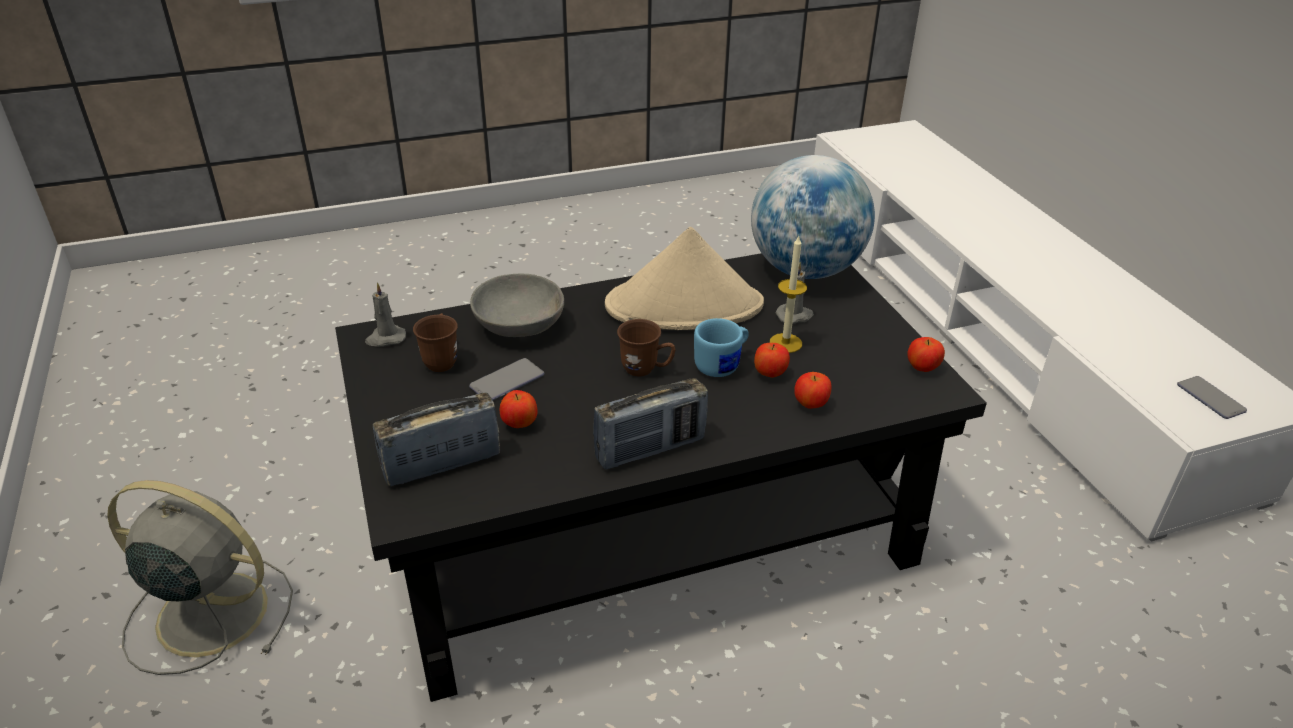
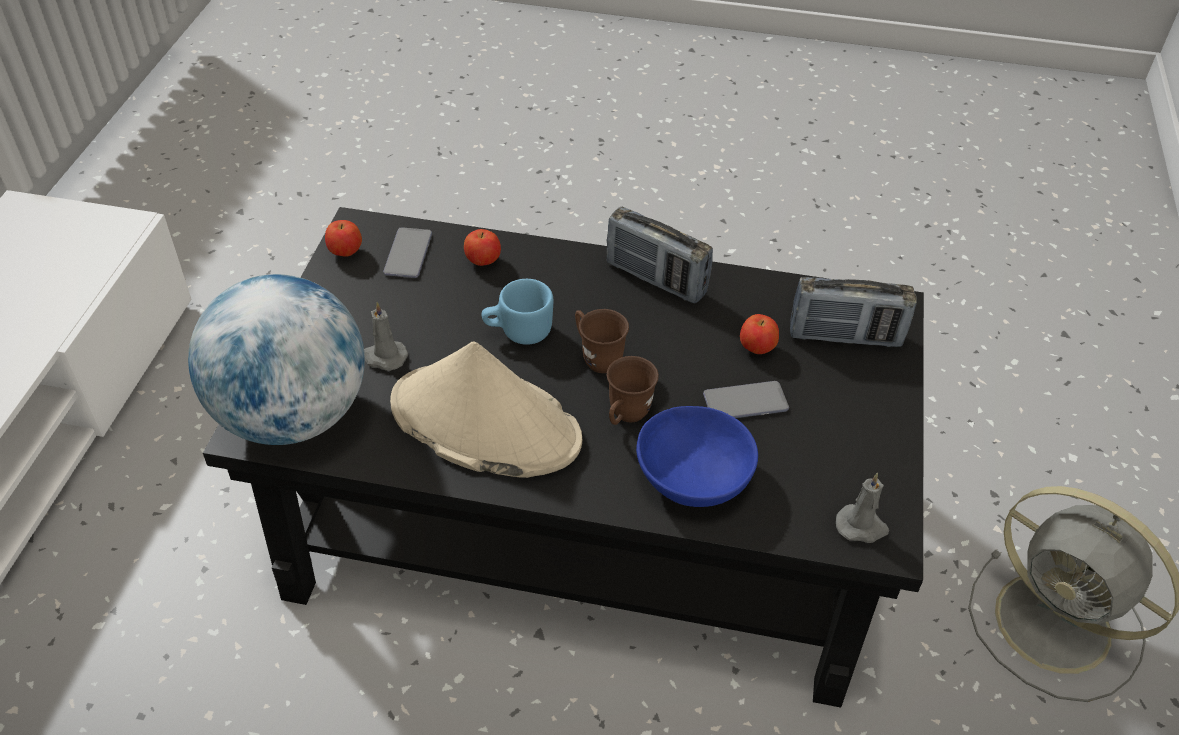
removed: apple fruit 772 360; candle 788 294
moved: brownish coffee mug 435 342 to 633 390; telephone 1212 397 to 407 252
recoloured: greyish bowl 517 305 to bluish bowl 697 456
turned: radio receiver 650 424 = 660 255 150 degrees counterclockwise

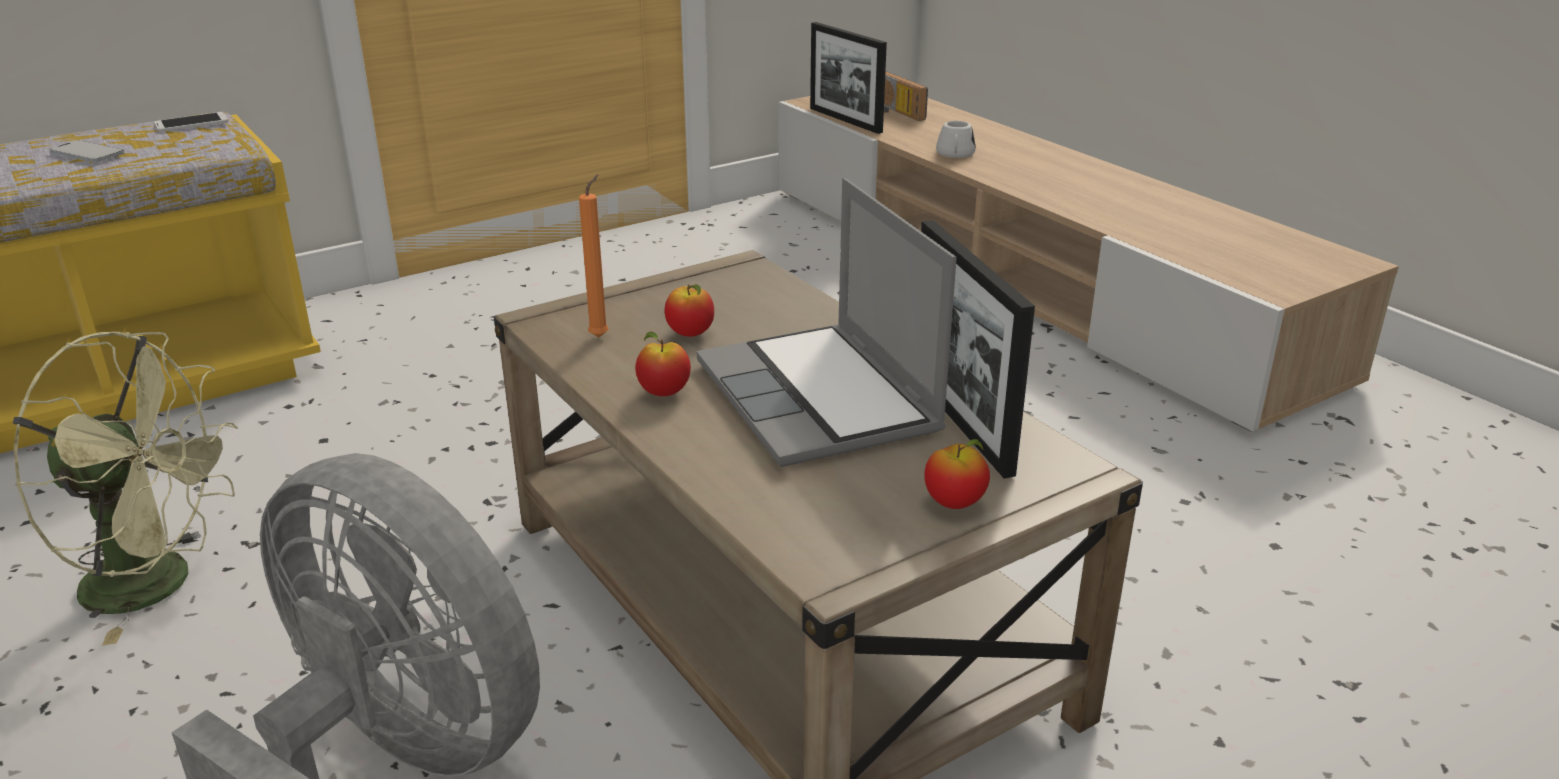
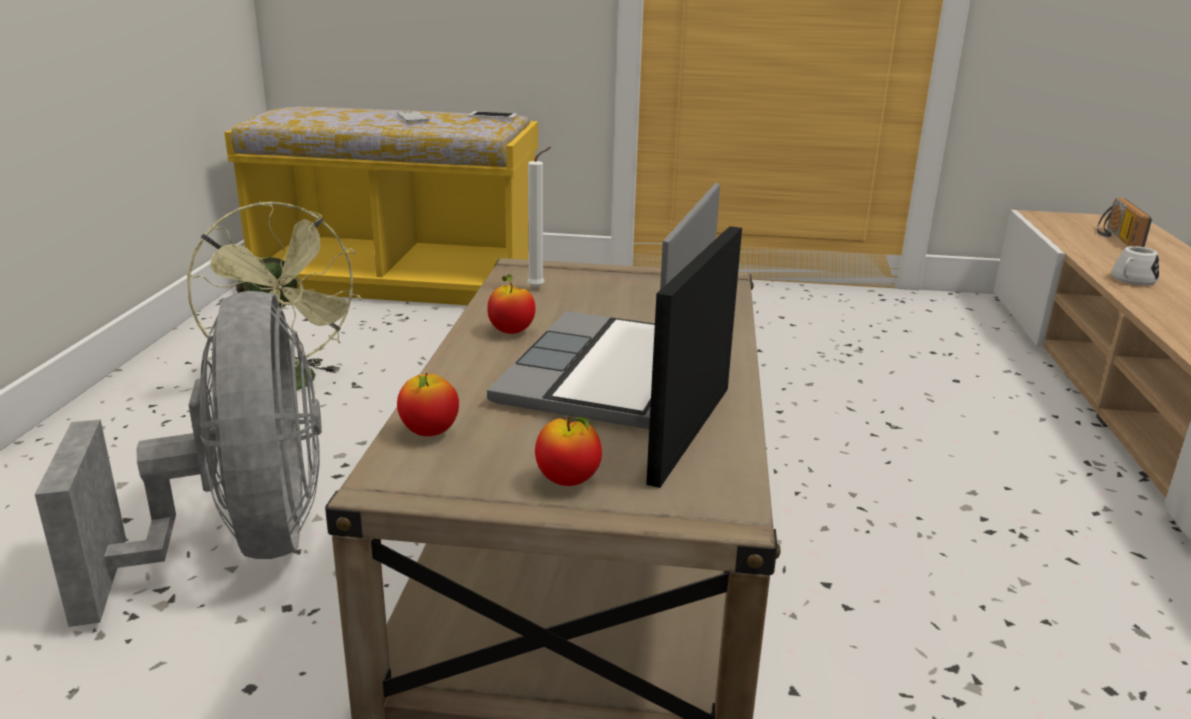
removed: photo frame 848 78
moved: apple fruit 689 310 to 428 404
recoloured: orange candle 593 255 to white-coloured candle 539 217

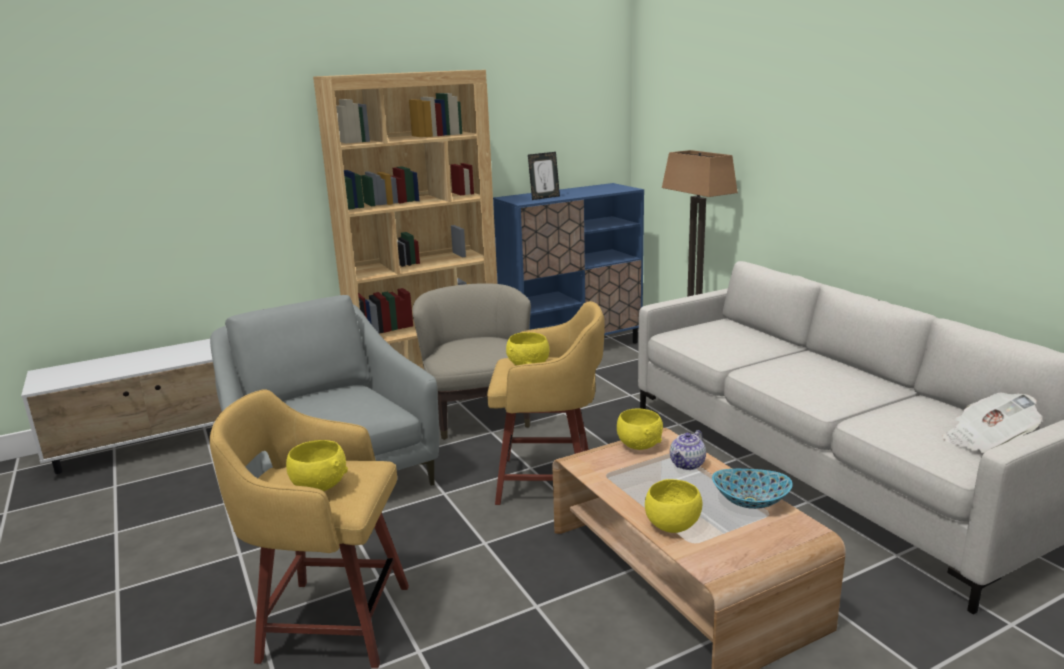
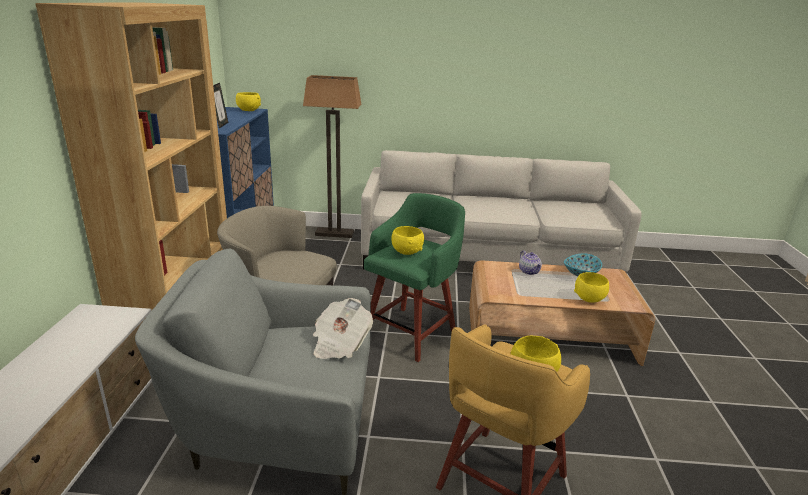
moved: yellow bowl 640 429 to 248 101; newspaper 992 422 to 343 328
recoloured: yellow sitting stool 546 403 to greenish sitting stool 414 277

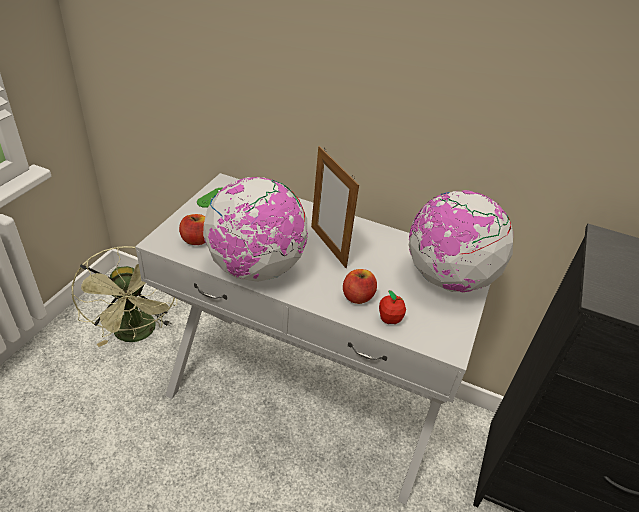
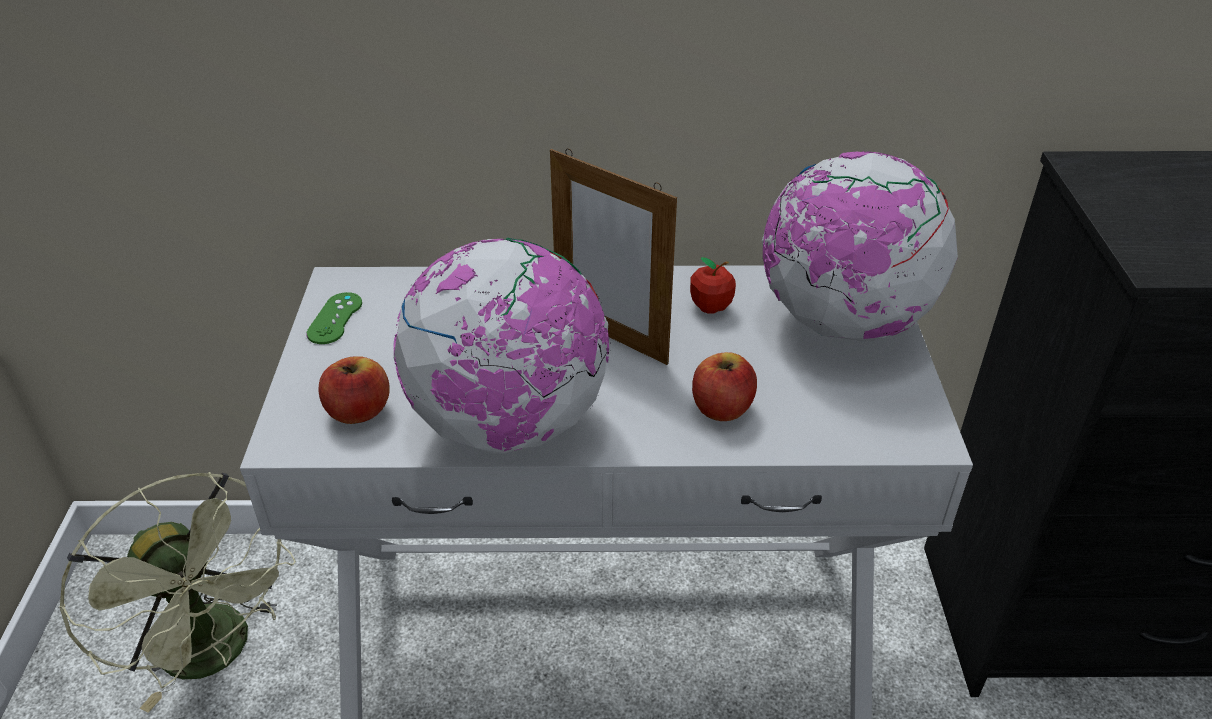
moved: apple fruit 392 307 to 713 285

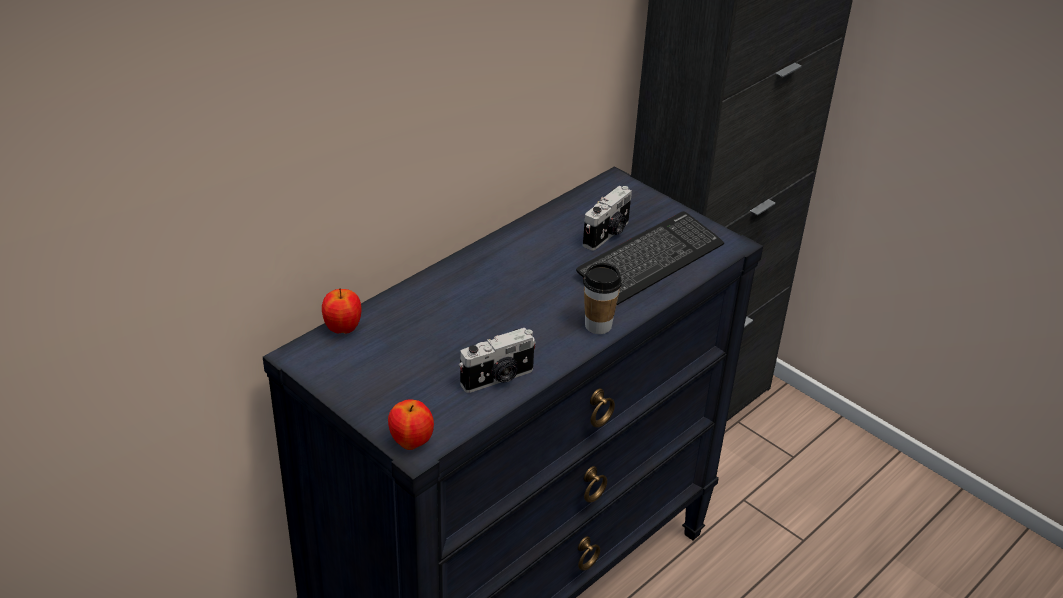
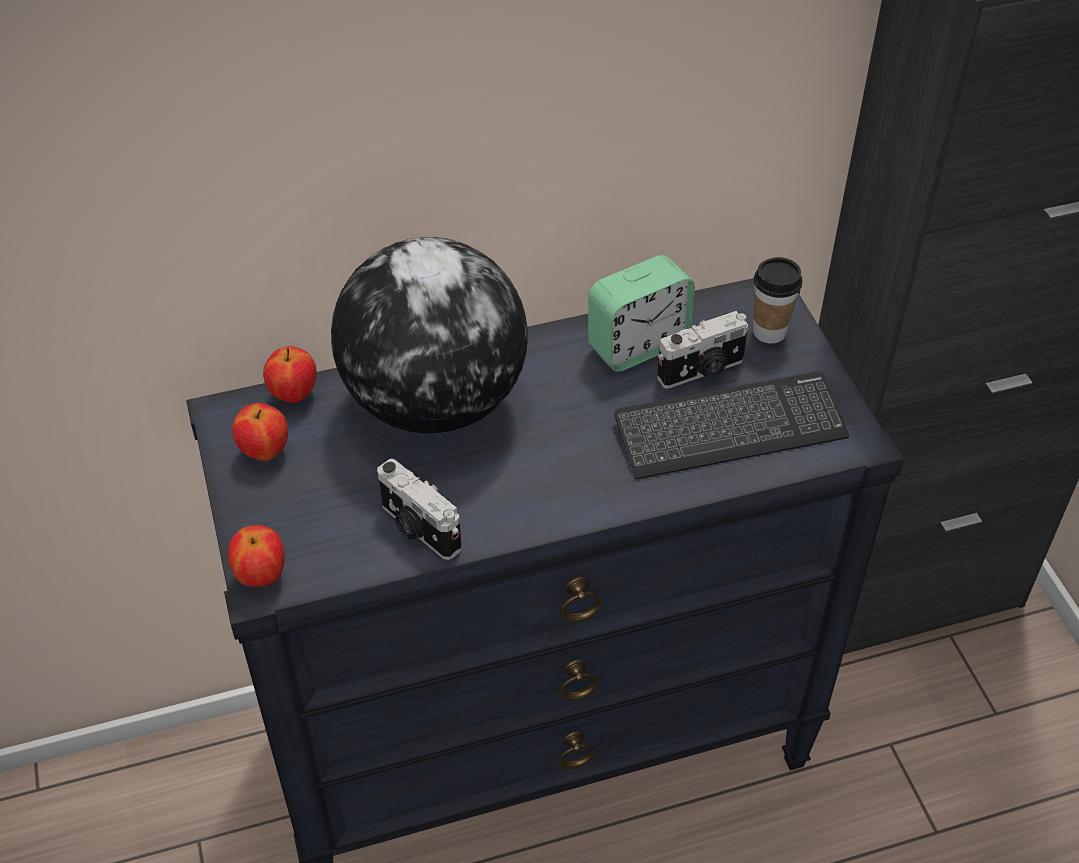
added: apple fruit 260 432; desk globe 429 335; alarm clock 641 313
moved: small cup 602 298 to 777 300
turned: still camera 497 360 = 419 509 45 degrees clockwise

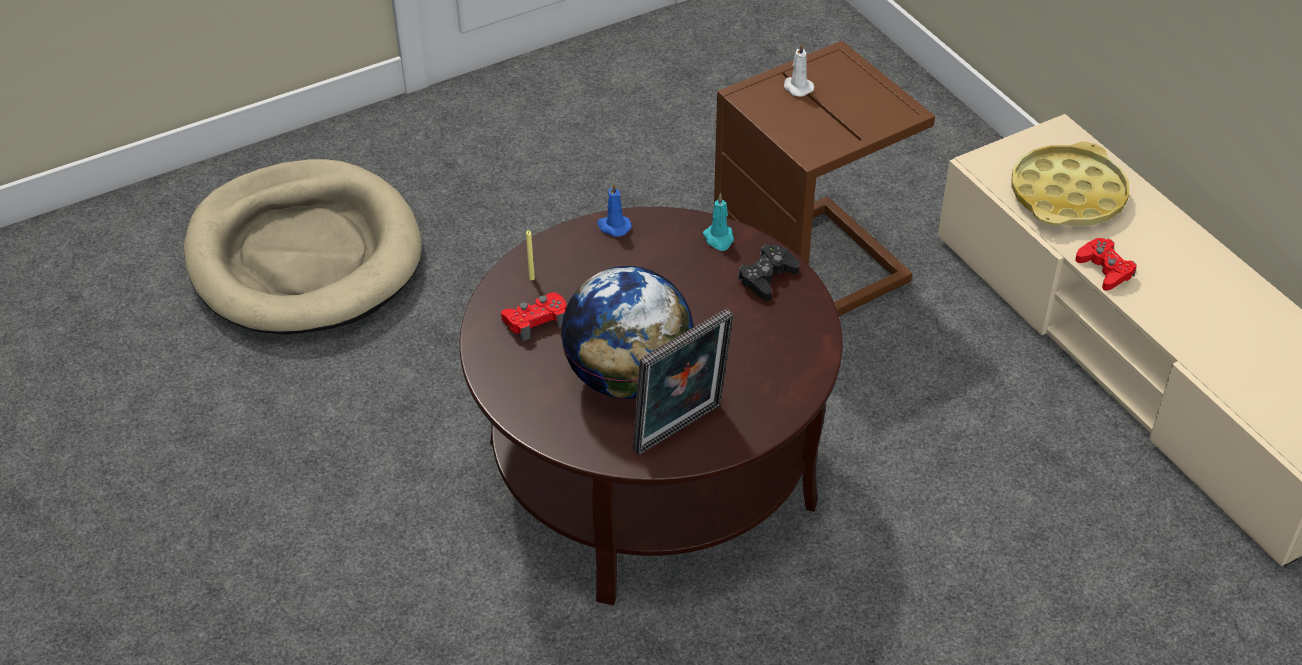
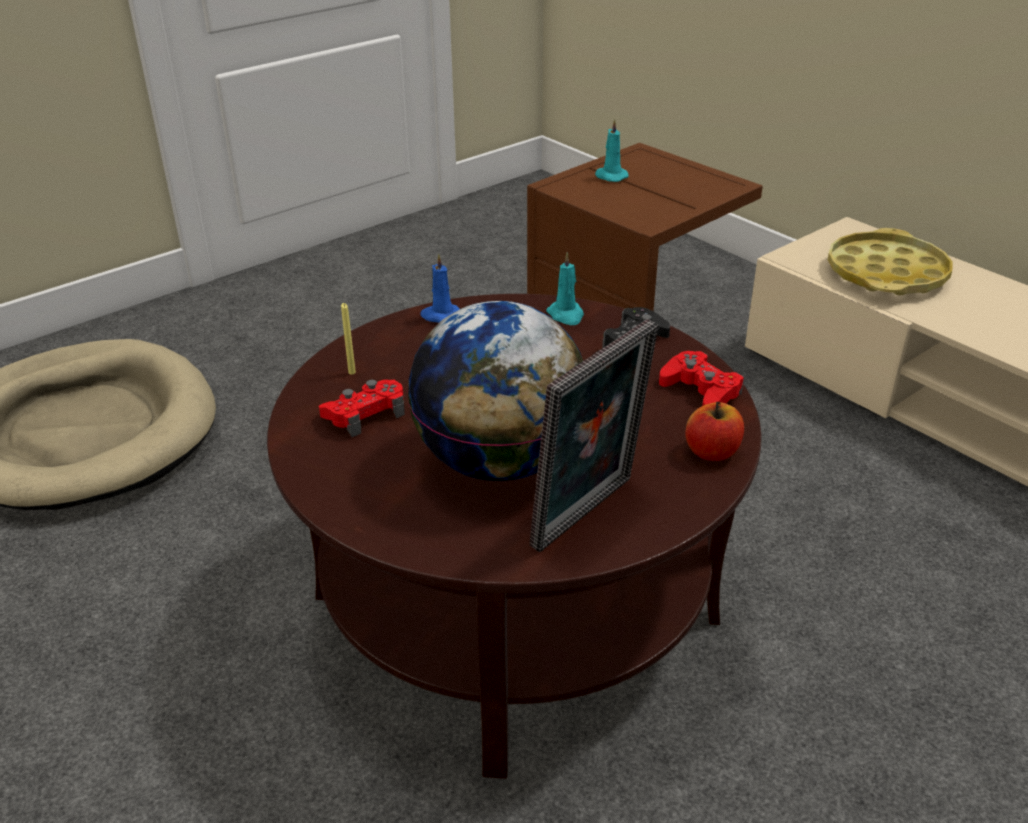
added: apple fruit 715 431
moved: red gamepad 1106 264 to 701 378
recoloured: white-coloured candle 799 69 to turquoise candle 612 150

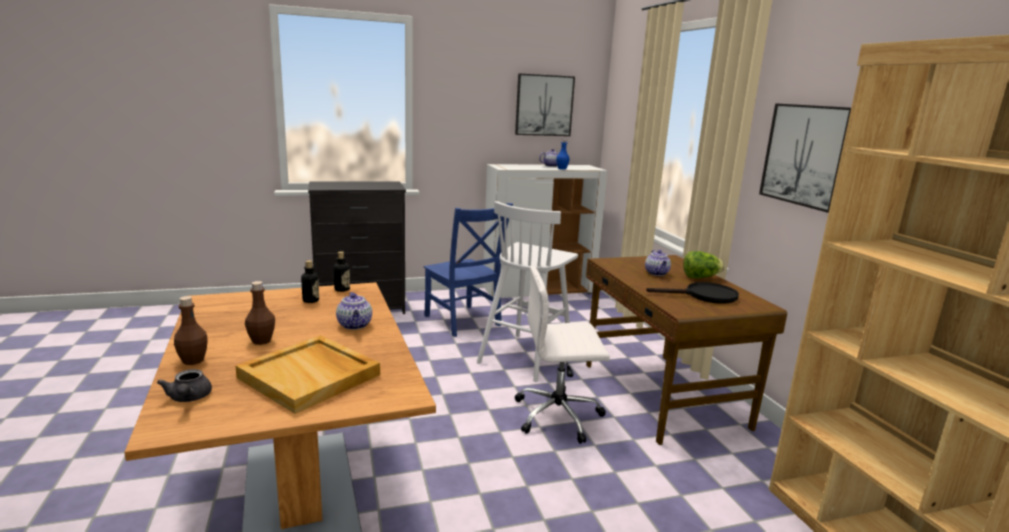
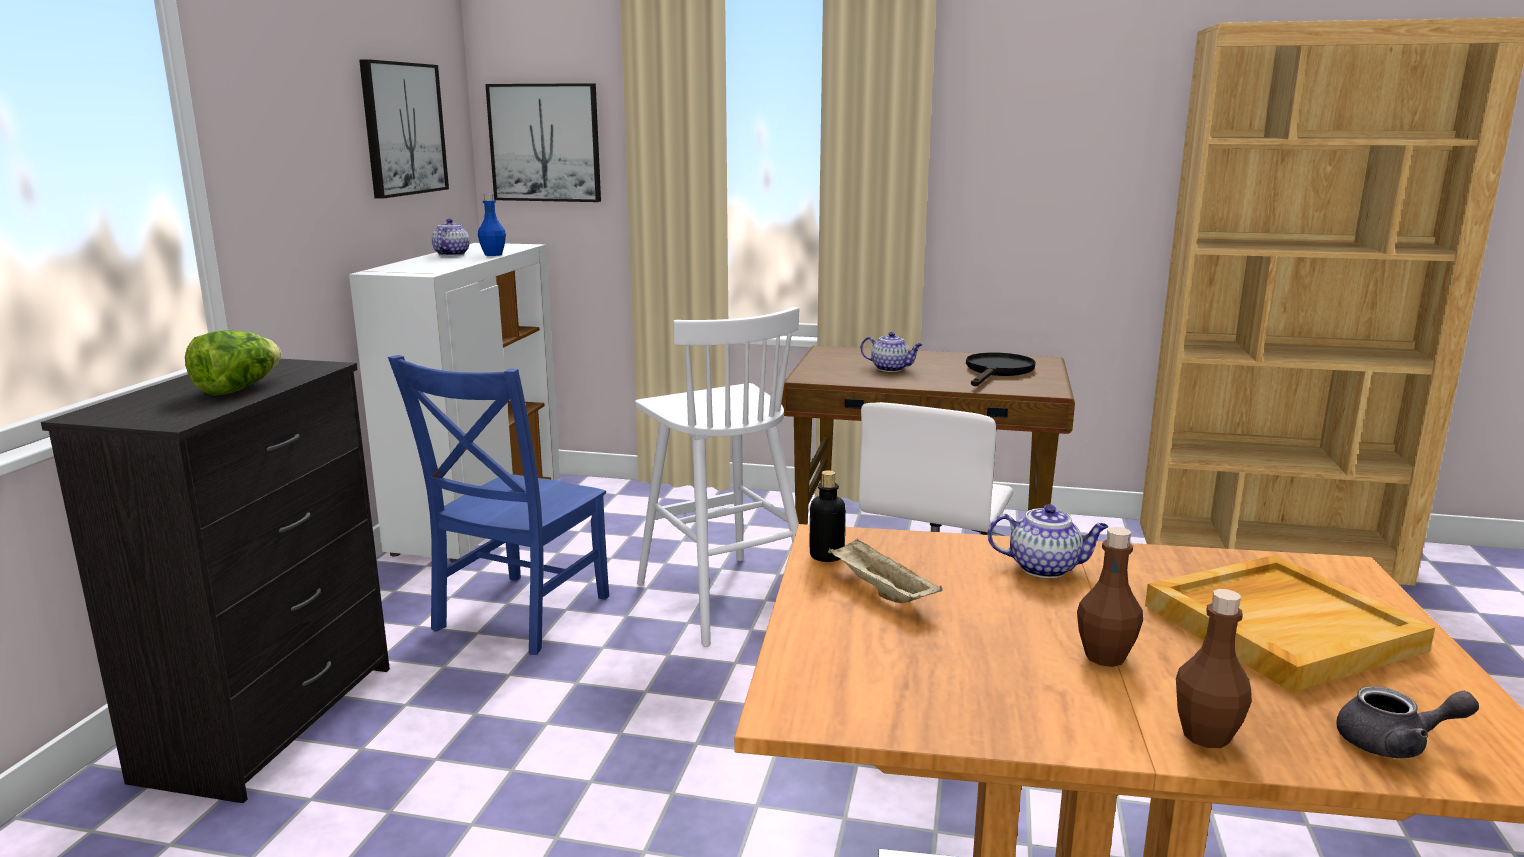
moved: lettuce 704 264 to 233 363; wall art 805 158 to 543 142
replaced: drink bottle 310 281 to sand-coloured tray 885 570
turned: bluish chair 468 270 = 498 505 120 degrees clockwise

